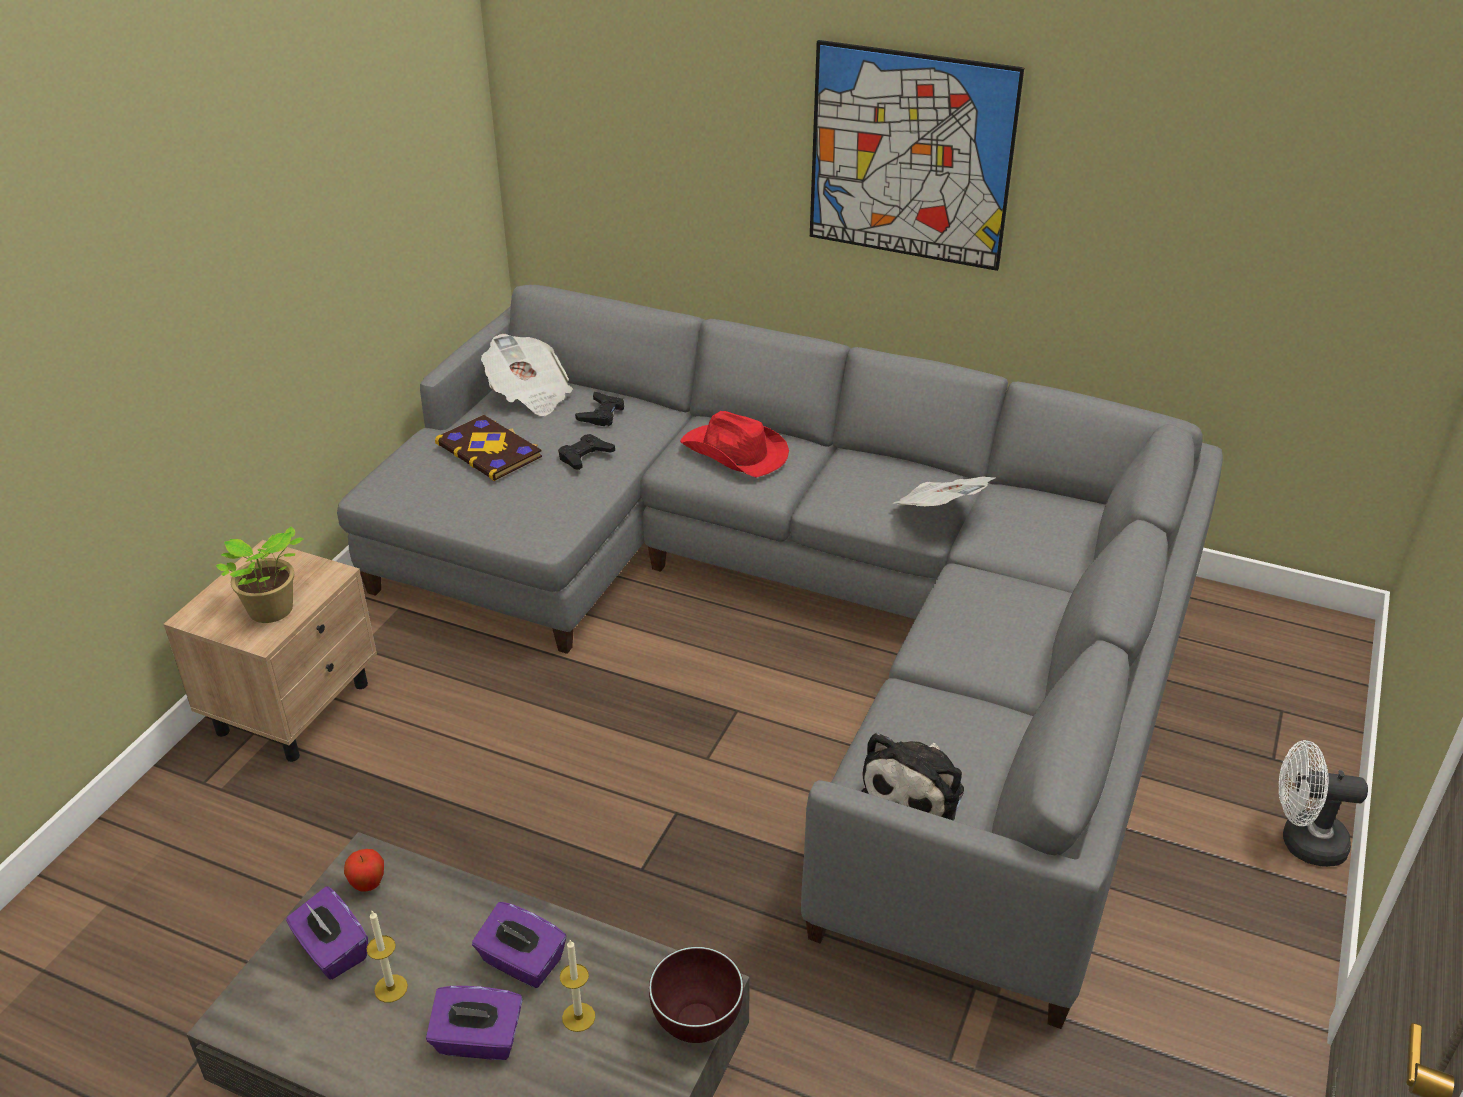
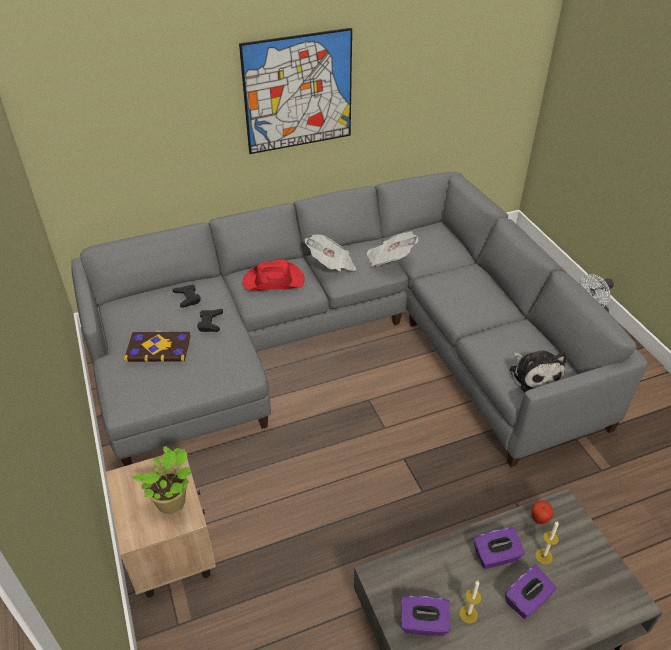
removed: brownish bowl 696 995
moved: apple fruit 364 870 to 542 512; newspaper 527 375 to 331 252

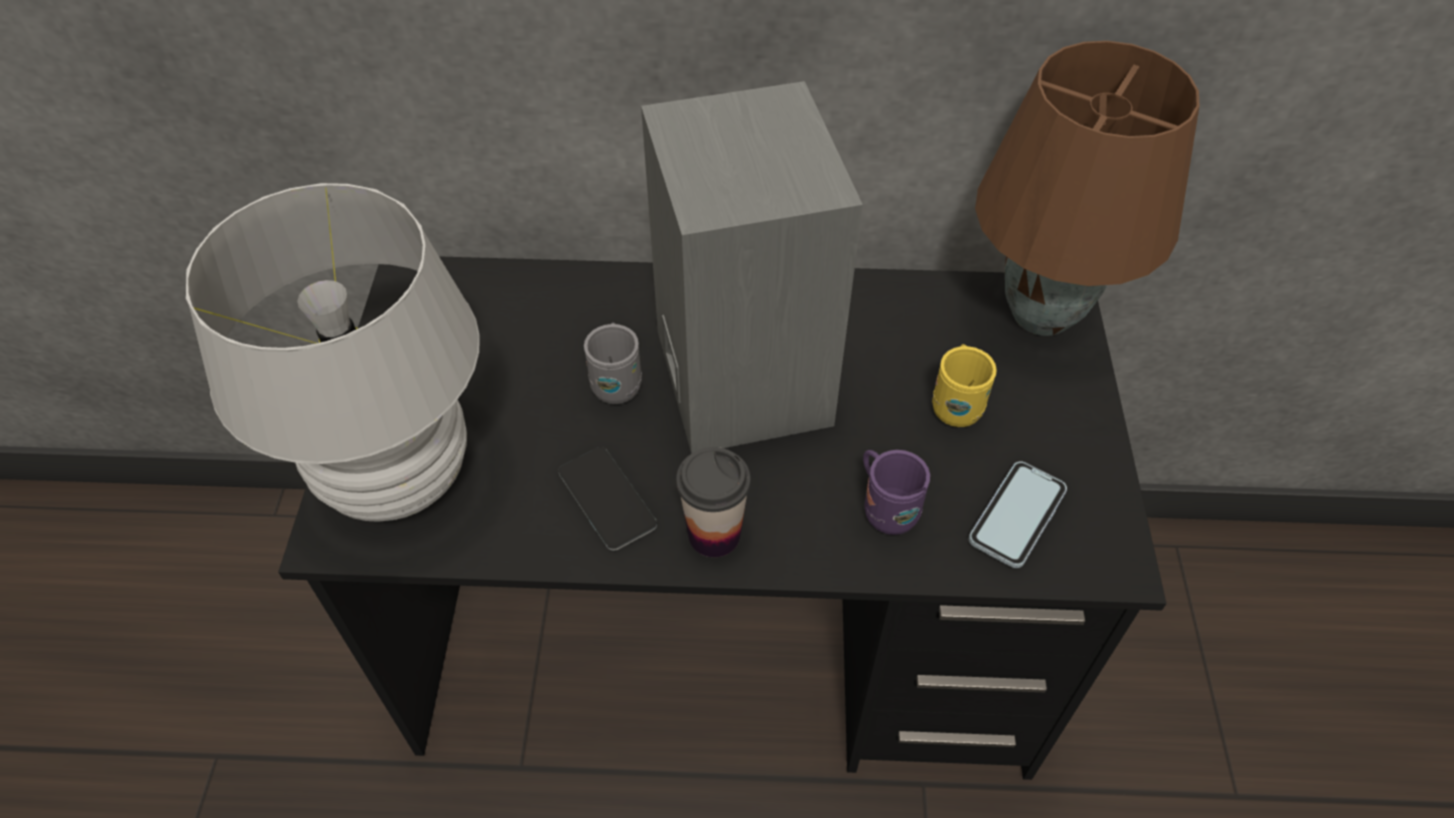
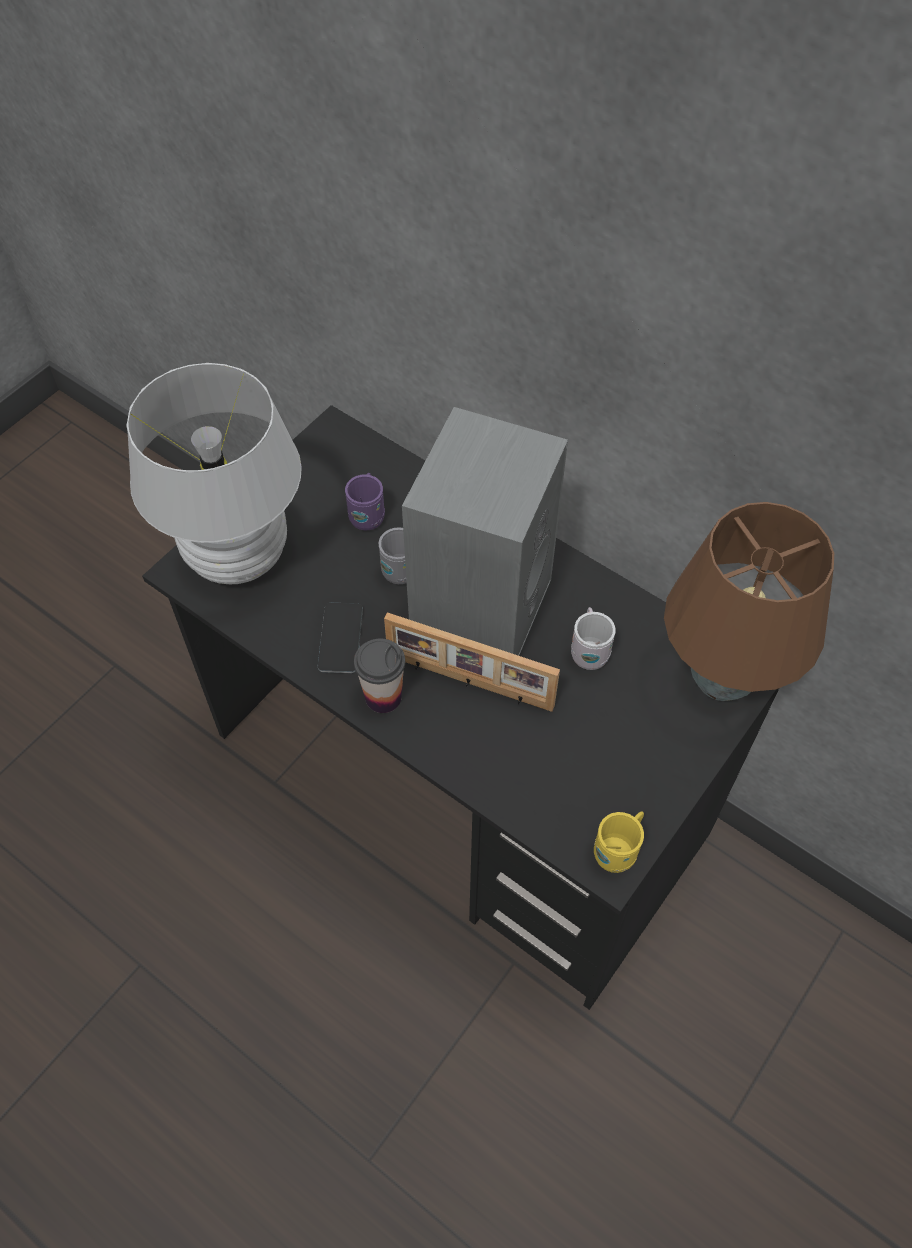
removed: telephone 1018 515
added: photo frame 472 662; white-coloured coffee mug 593 638
moved: purplish coffee mug 896 492 to 365 501; yellow coffee mug 964 385 to 619 842

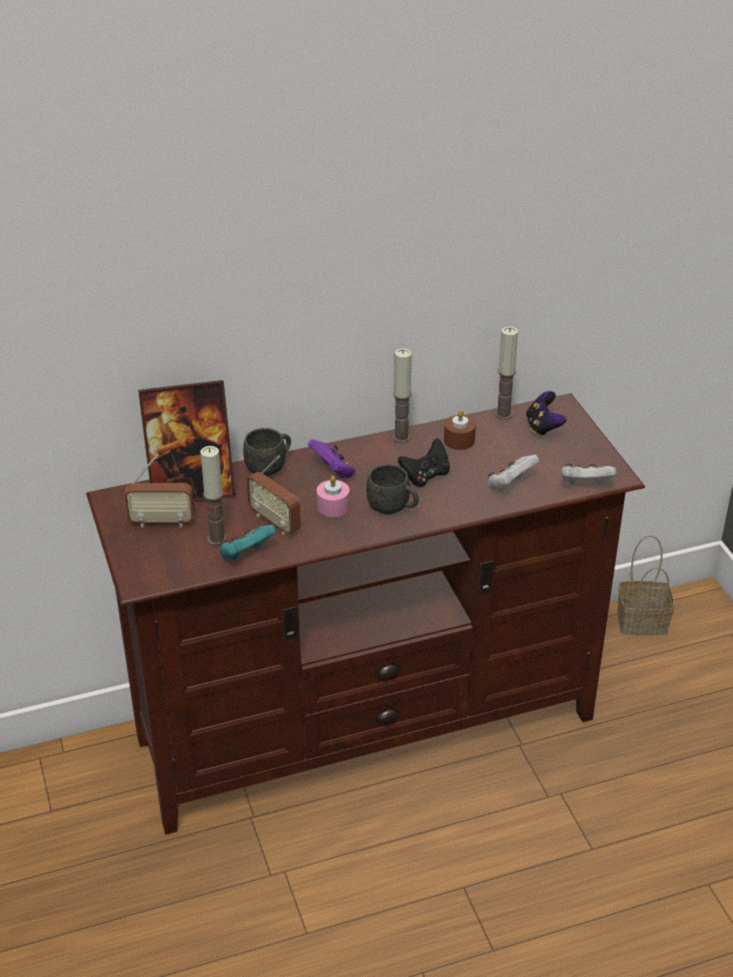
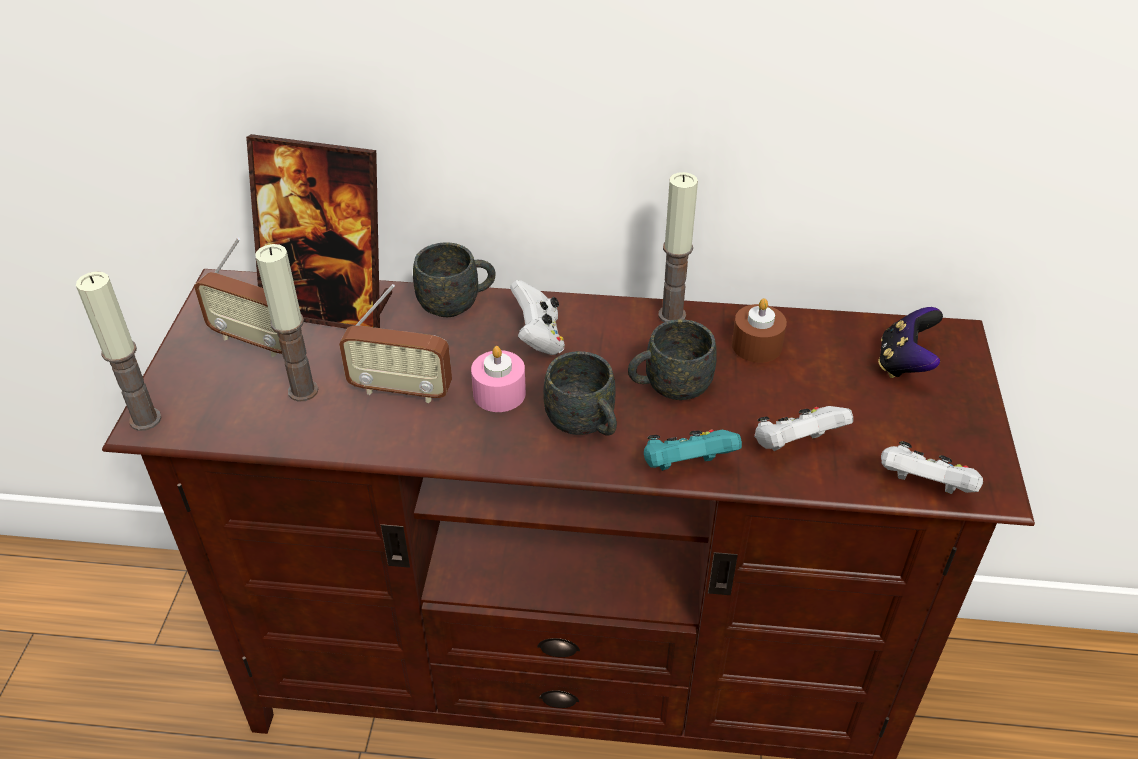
removed: storage basket 645 585
moved: turquoise gamepad 248 542 to 693 450; candle 506 373 to 119 351
replaced: blackish gamepad 424 463 to greyish coffee mug 672 359
recoloured: purplish gamepad 331 458 to white-coloured gamepad 537 317
turned: radio receiver 273 495 = 395 343 60 degrees counterclockwise

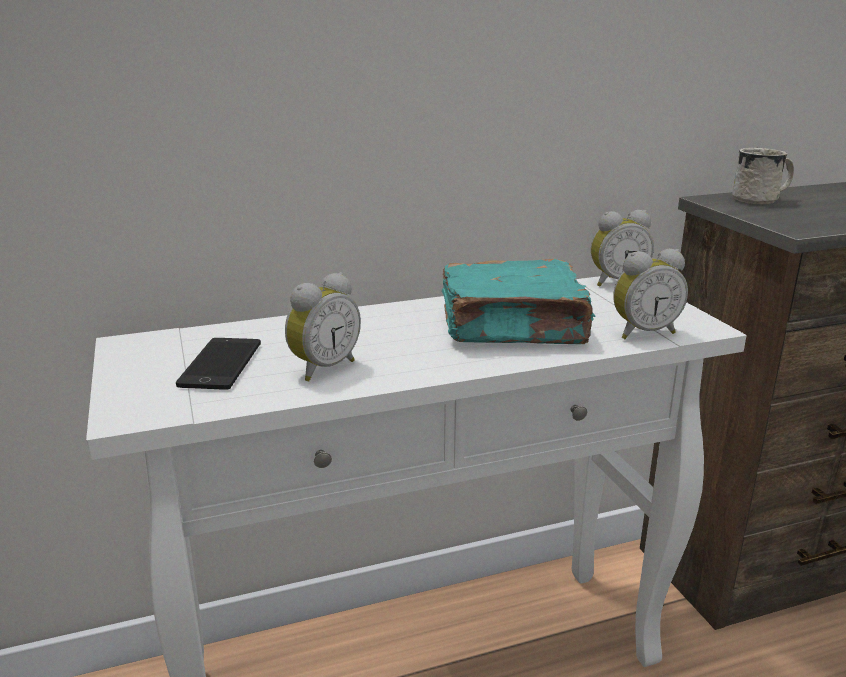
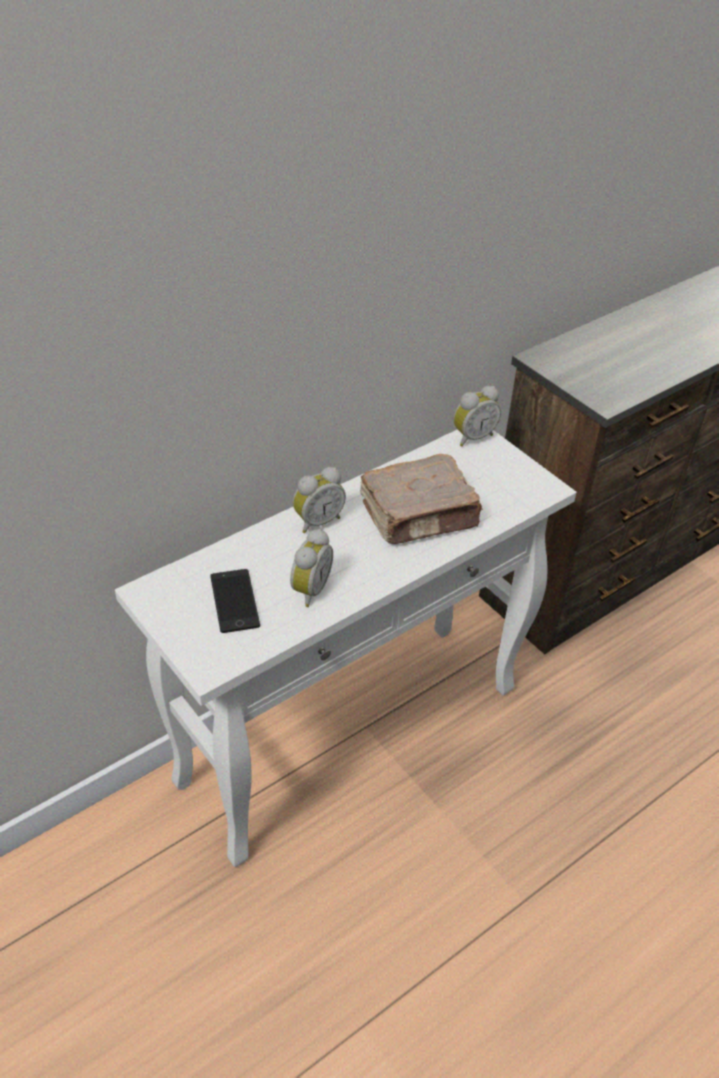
removed: white-coloured coffee mug 763 176
moved: alarm clock 650 294 to 319 500
recoloured: turquoise bound book 519 301 to brownish bound book 421 499

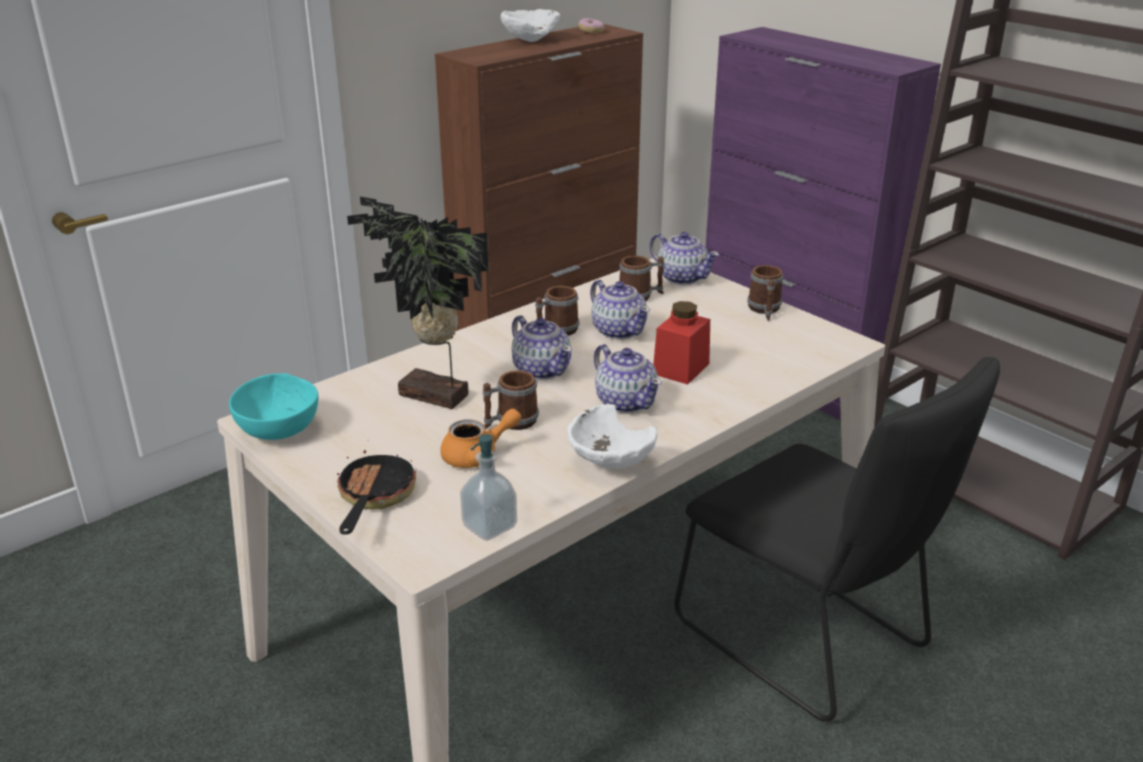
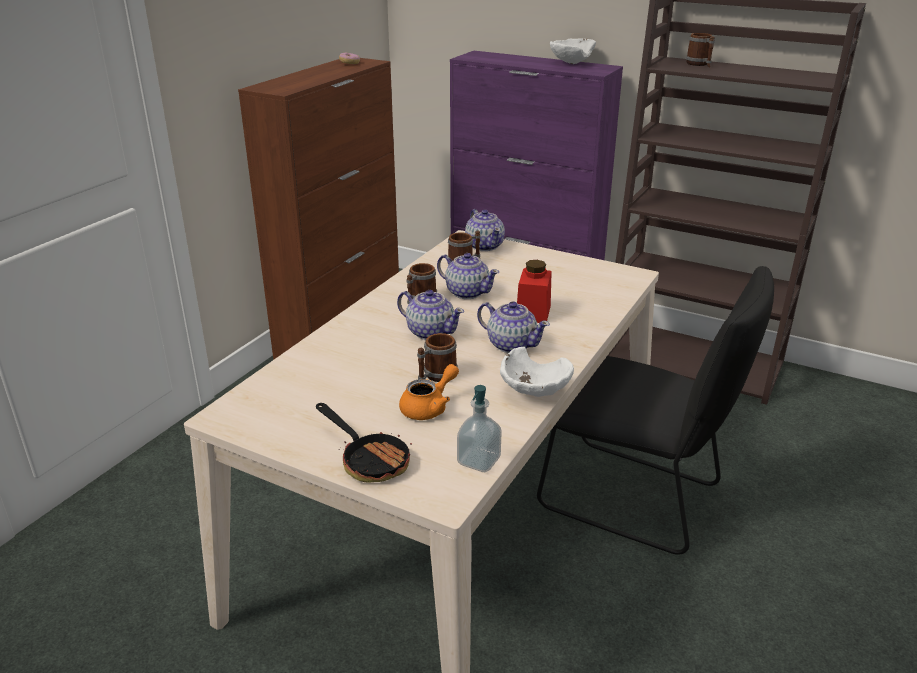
removed: turquoise bowl 273 406; houseplant 417 303
moved: white-coloured bowl 530 25 to 573 51; coffee mug 765 293 to 700 50
turned: skillet 376 492 = 364 443 150 degrees clockwise; pot for tea 684 258 = 485 230 45 degrees clockwise

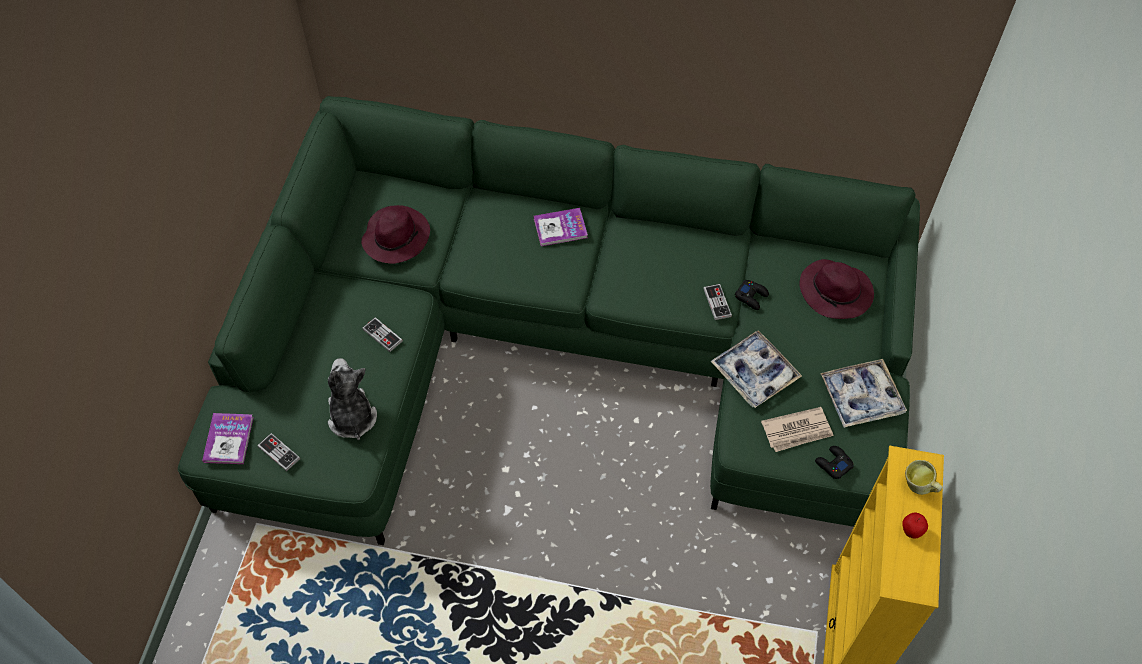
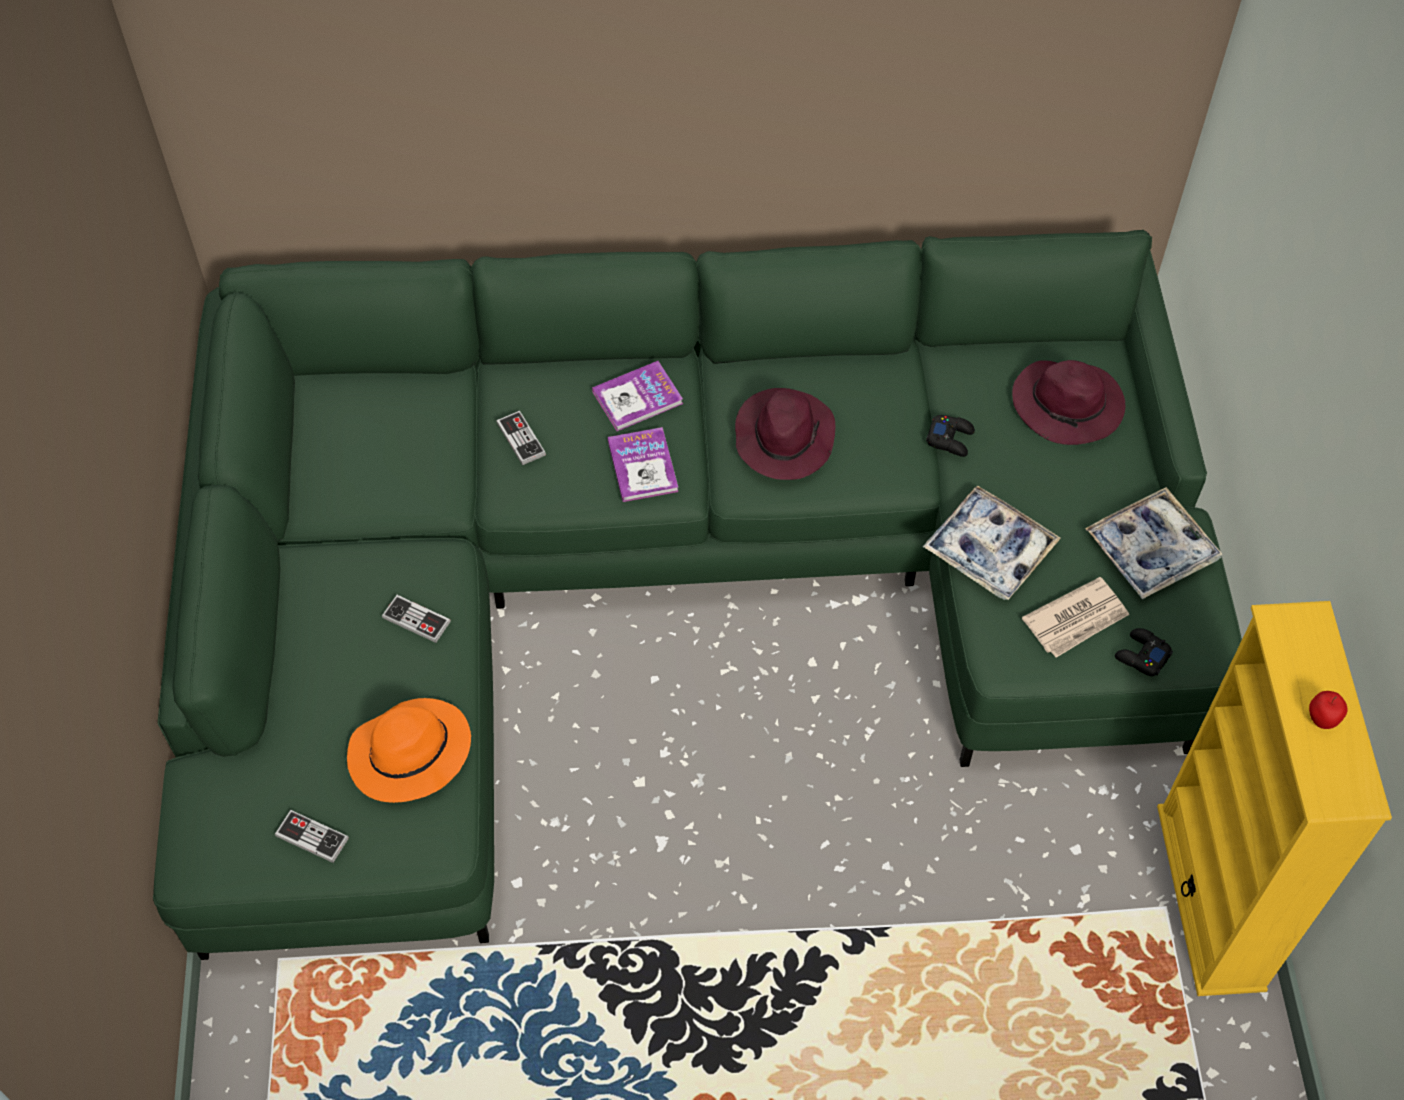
removed: coffee mug 924 477
moved: bound book 227 438 to 643 464; purplish wearable hat 395 234 to 785 434; gamepad 717 302 to 521 437
replaced: soft toy 352 399 to orange wearable hat 409 750

